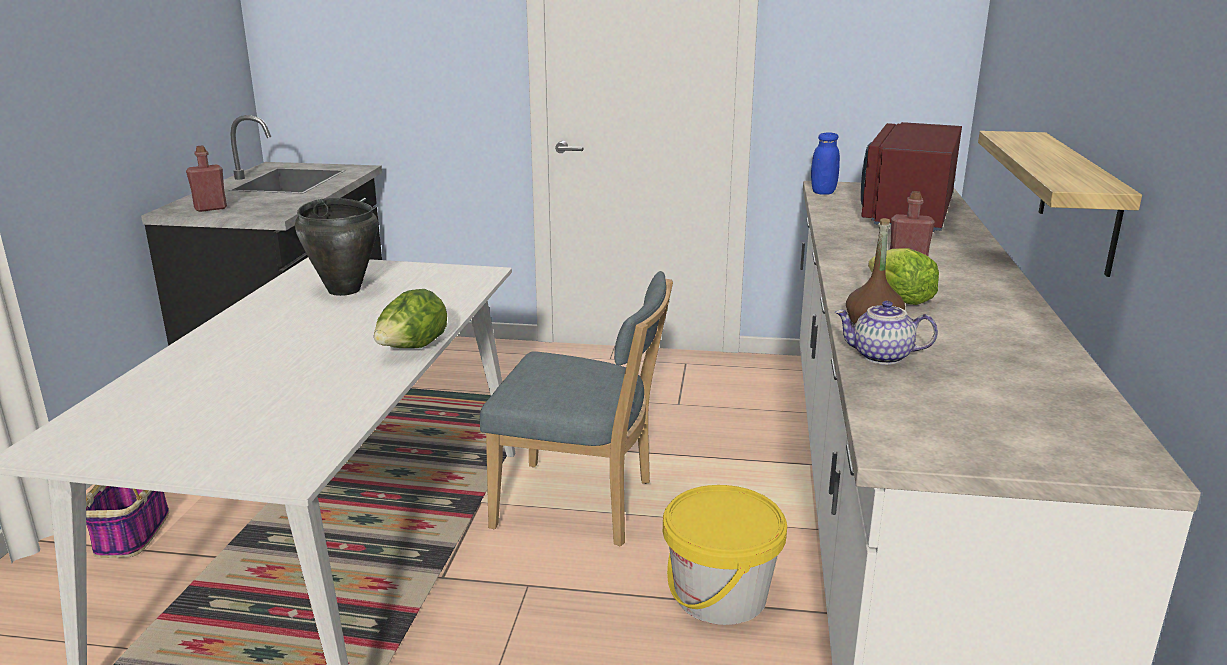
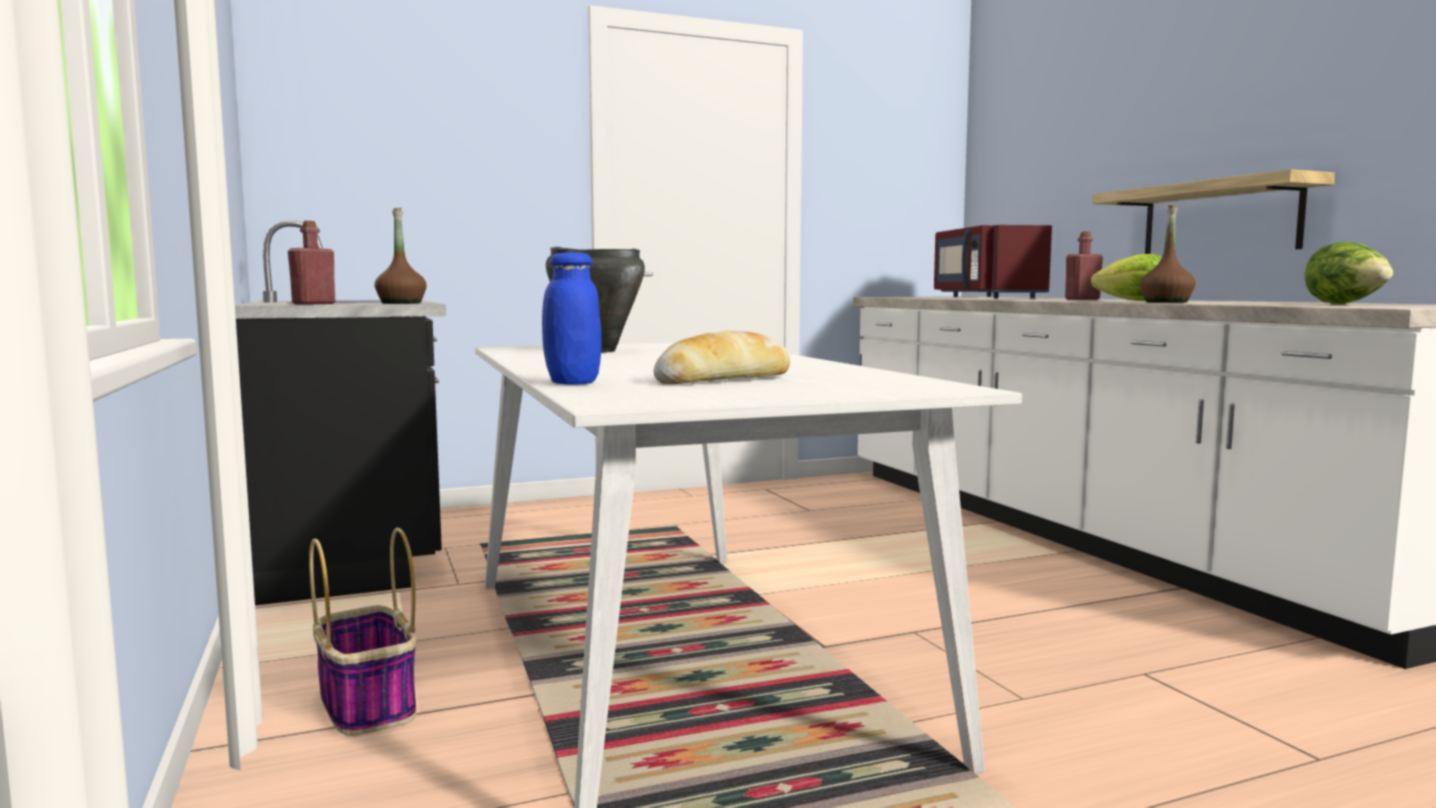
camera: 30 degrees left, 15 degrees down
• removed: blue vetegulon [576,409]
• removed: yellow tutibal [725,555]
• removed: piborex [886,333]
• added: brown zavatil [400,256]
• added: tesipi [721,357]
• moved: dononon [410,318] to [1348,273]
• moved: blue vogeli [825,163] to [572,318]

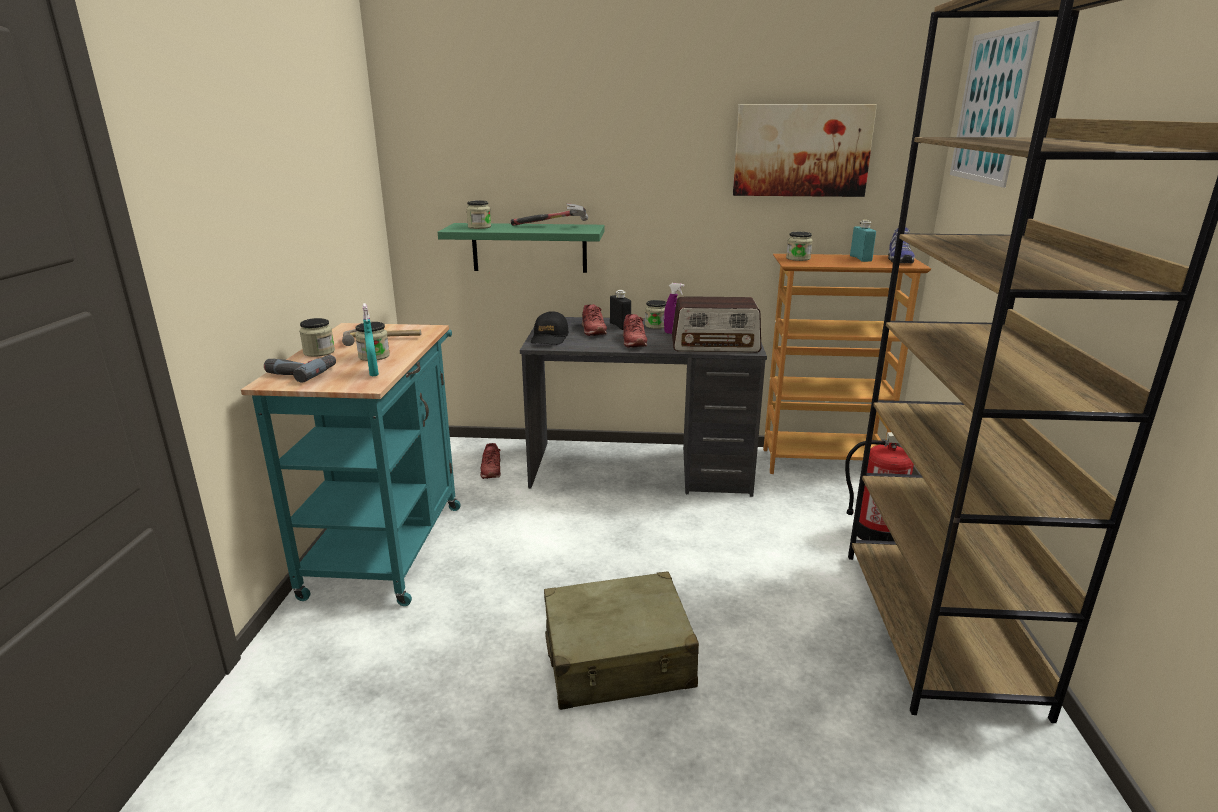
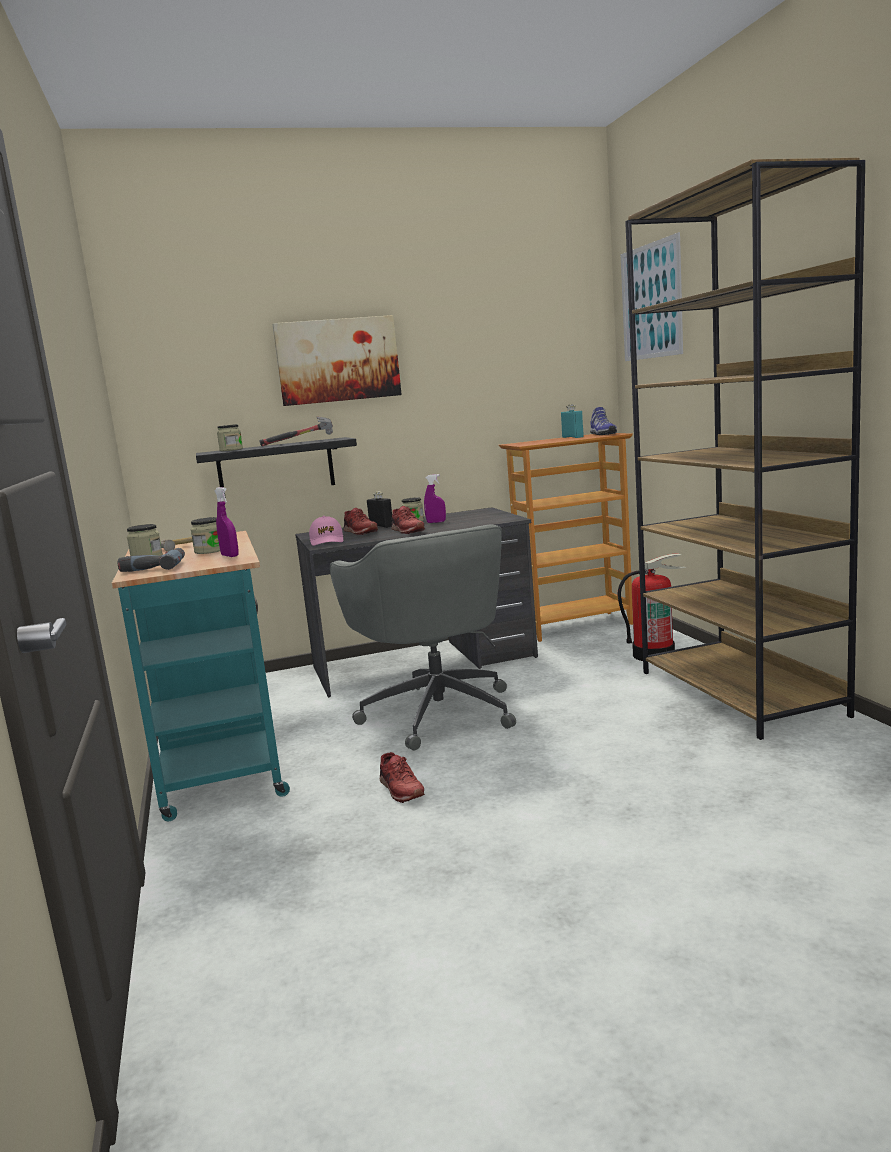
camera: 20 degrees left, 10 degrees down
• removed: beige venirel [621,640]
• removed: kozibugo [716,324]
• removed: vogeli [799,246]
• added: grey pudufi [423,637]
• moved: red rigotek [490,461] to [402,777]
• moved: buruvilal [805,150] to [337,360]
• recoloured: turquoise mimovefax [371,340] to purple mimovefax [227,522]
• recoloured: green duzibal [521,248] to black duzibal [276,467]
• recoloured: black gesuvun [550,328] to pink gesuvun [326,531]

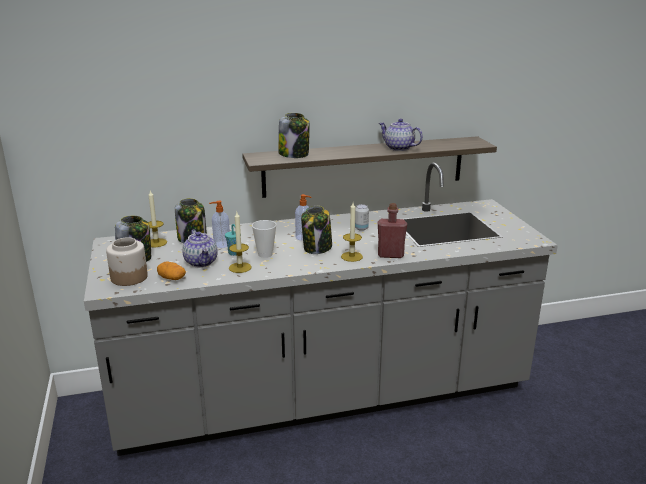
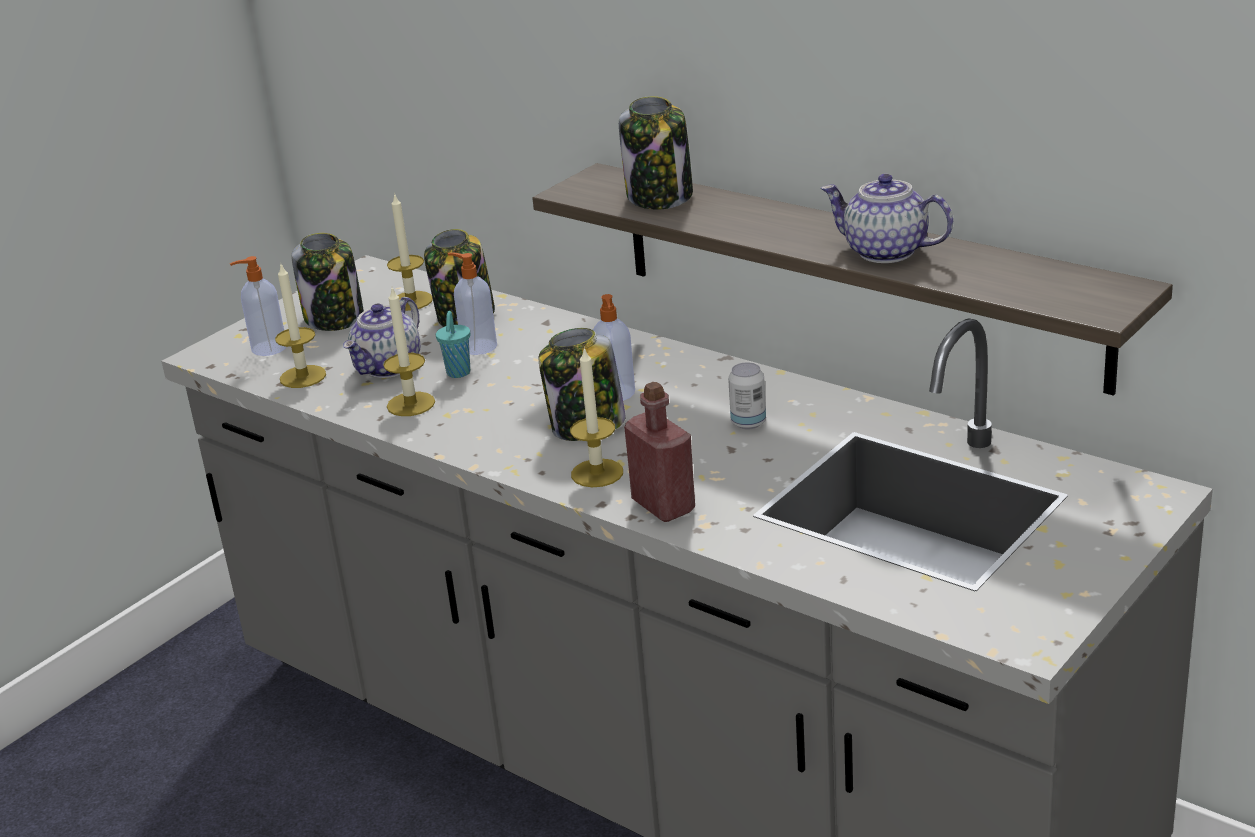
camera: 55 degrees right, 5 degrees up
• removed: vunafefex [264,239]
• replaced: vogeli [127,261] to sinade [258,306]
• replaced: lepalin [171,271] to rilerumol [300,325]
• turned: piborex [401,135] = [887,218] 60 degrees counterclockwise

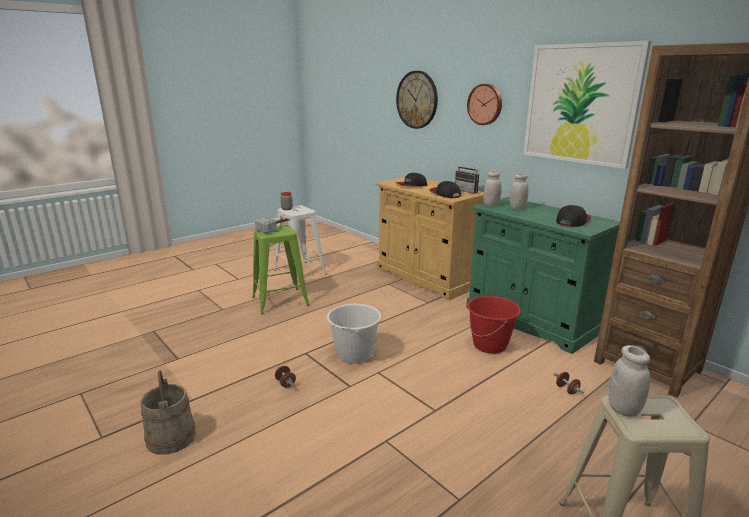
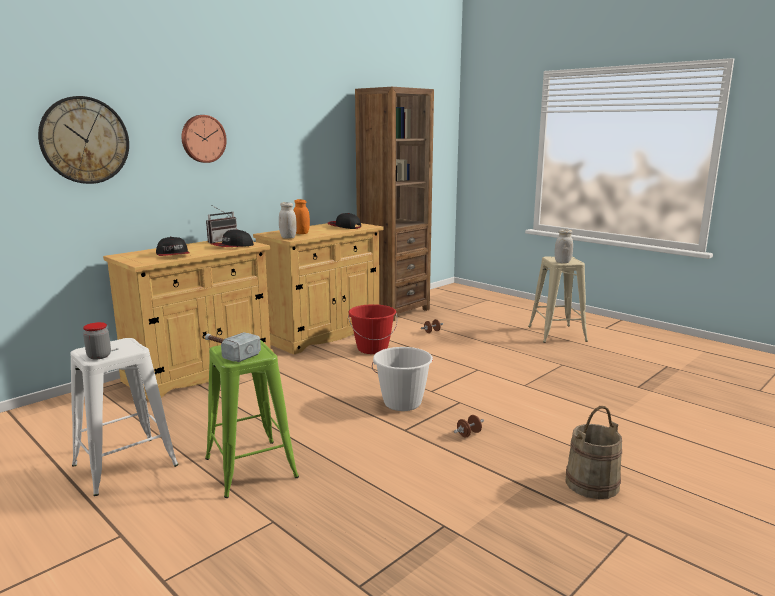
camera: 95 degrees left, 5 degrees down
• removed: buruvilal [587,105]
• recoloured: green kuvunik [543,275] to beige kuvunik [318,288]
• recoloured: white vogeli [519,192] to orange vogeli [301,216]

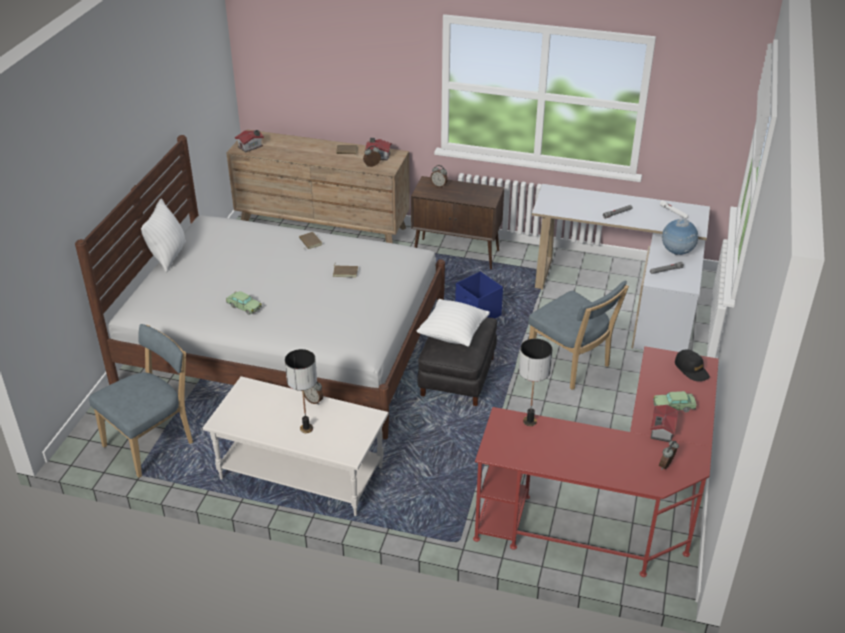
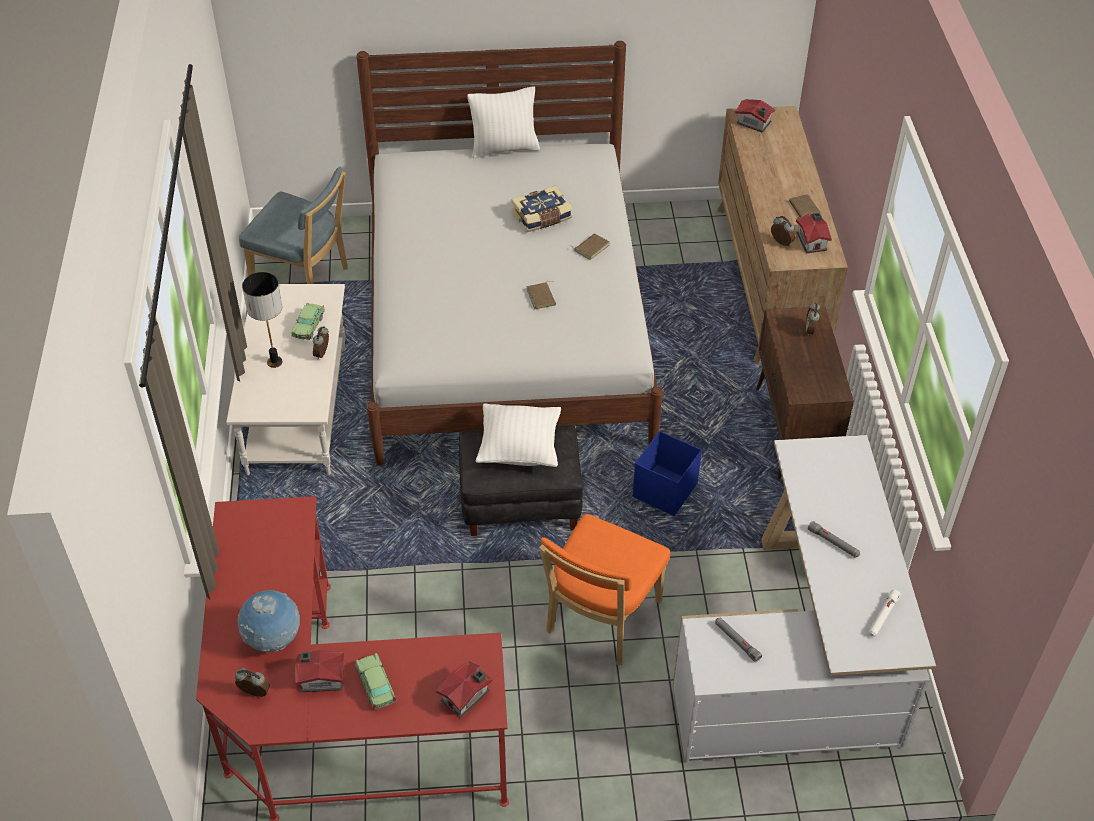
camera: 70 degrees right, 10 degrees up
• removed: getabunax [535,382]
• added: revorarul [541,209]
• moved: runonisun [244,303] to [308,321]
• moved: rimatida [680,236] to [269,621]
• replaced: black gesuvun [692,365] to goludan [464,689]
• recoloured: blue vetegulon [578,335] to orange vetegulon [604,589]

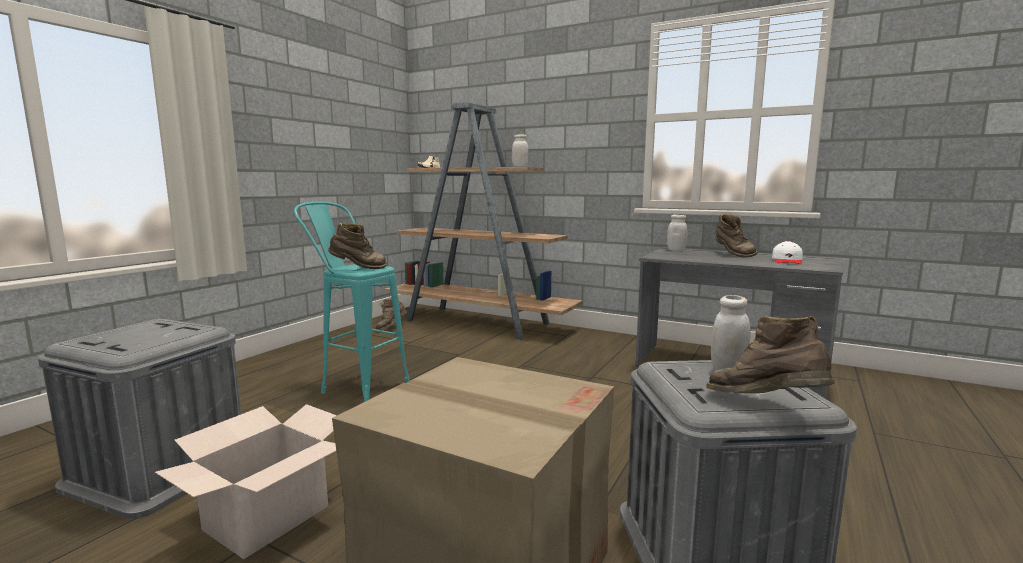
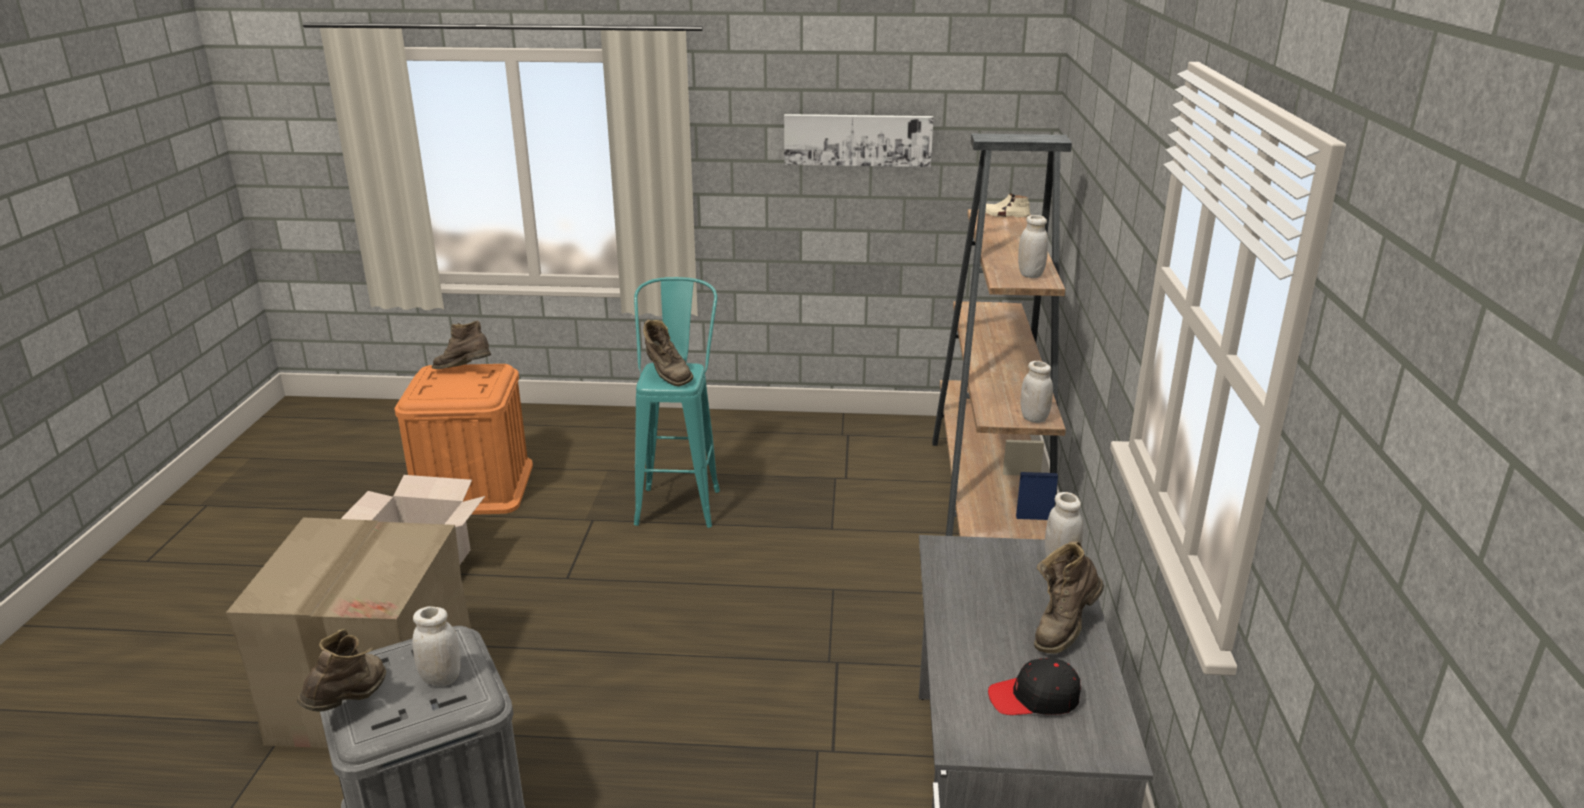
camera: 65 degrees right, 15 degrees up
• added: buruvilal [859,140]
• added: white vogeli [1036,392]
• moved: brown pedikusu [391,313] to [461,345]
• recoloured: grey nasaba [139,419] to orange nasaba [463,439]
• recoloured: white gesuvun [787,252] to black gesuvun [1034,686]

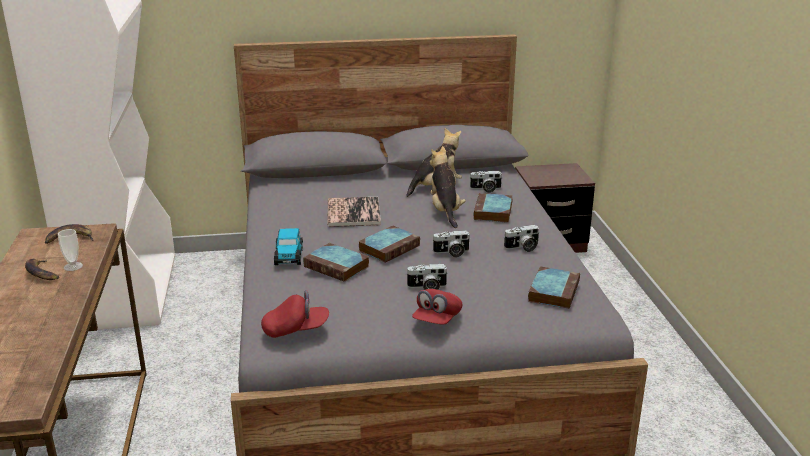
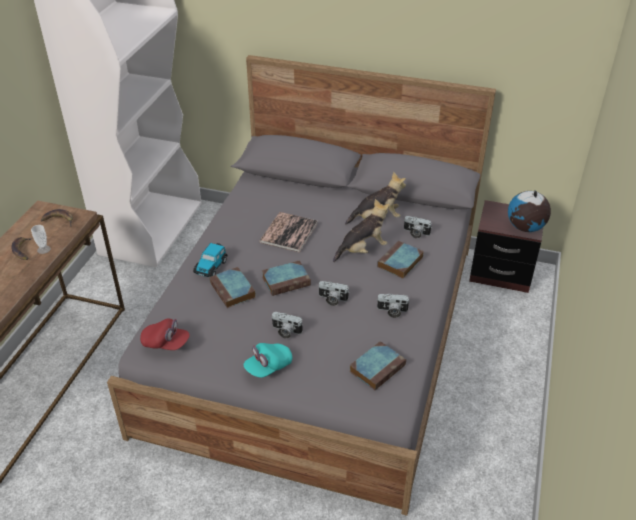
camera: 25 degrees right, 15 degrees up
• added: rimatida [529,211]
• recoloured: red gesuvun [437,306] to turquoise gesuvun [268,360]
• turned: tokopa [448,187] = [361,230] 45 degrees clockwise

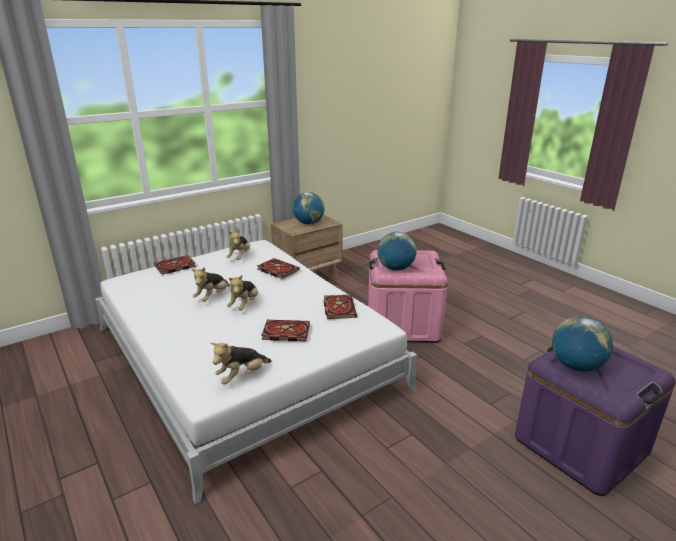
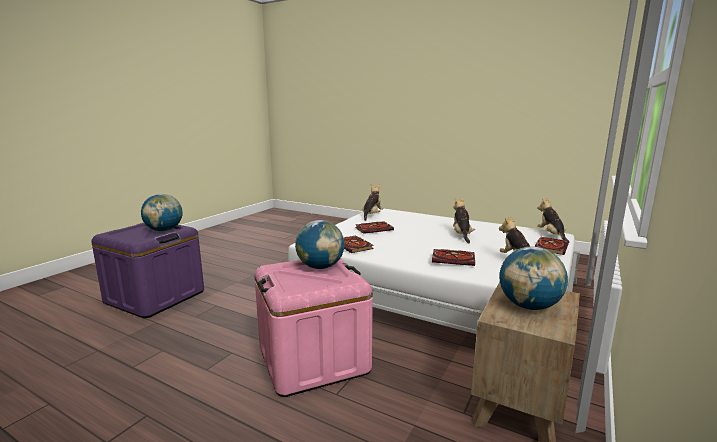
camera: 155 degrees right, 10 degrees down
• moved: tokopa [242,293] to [553,219]

